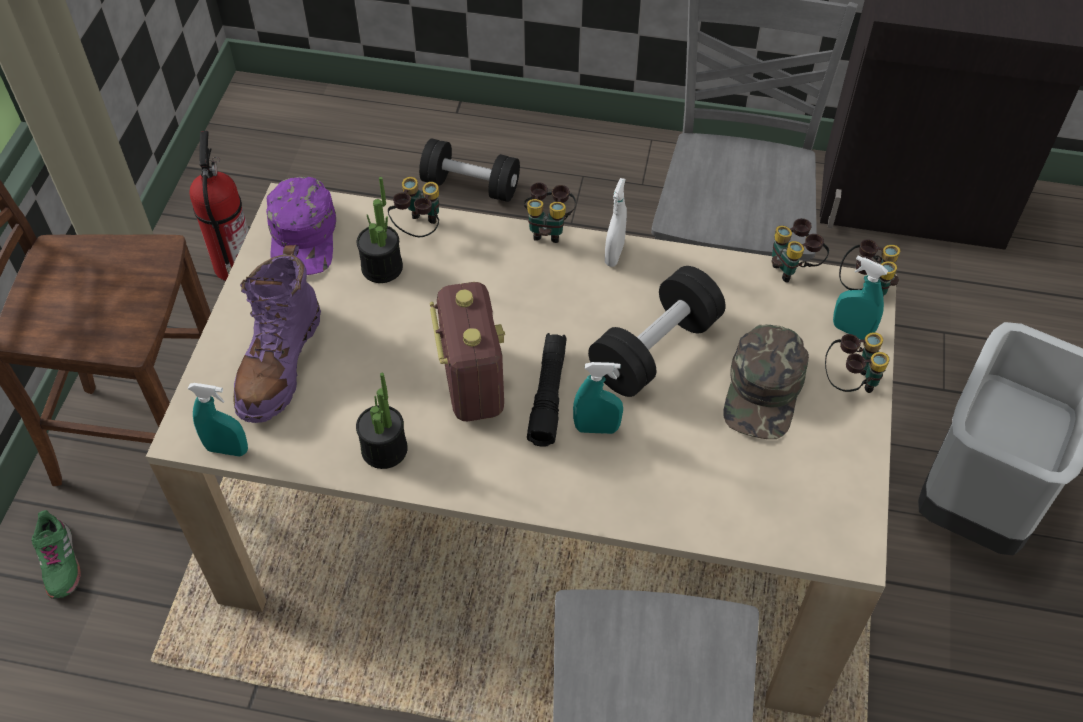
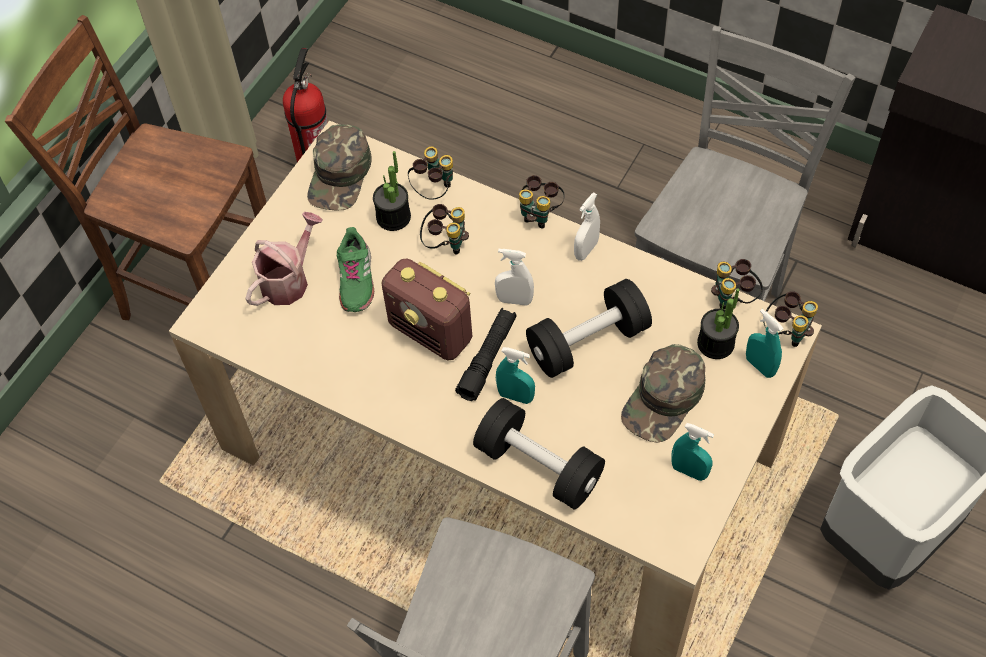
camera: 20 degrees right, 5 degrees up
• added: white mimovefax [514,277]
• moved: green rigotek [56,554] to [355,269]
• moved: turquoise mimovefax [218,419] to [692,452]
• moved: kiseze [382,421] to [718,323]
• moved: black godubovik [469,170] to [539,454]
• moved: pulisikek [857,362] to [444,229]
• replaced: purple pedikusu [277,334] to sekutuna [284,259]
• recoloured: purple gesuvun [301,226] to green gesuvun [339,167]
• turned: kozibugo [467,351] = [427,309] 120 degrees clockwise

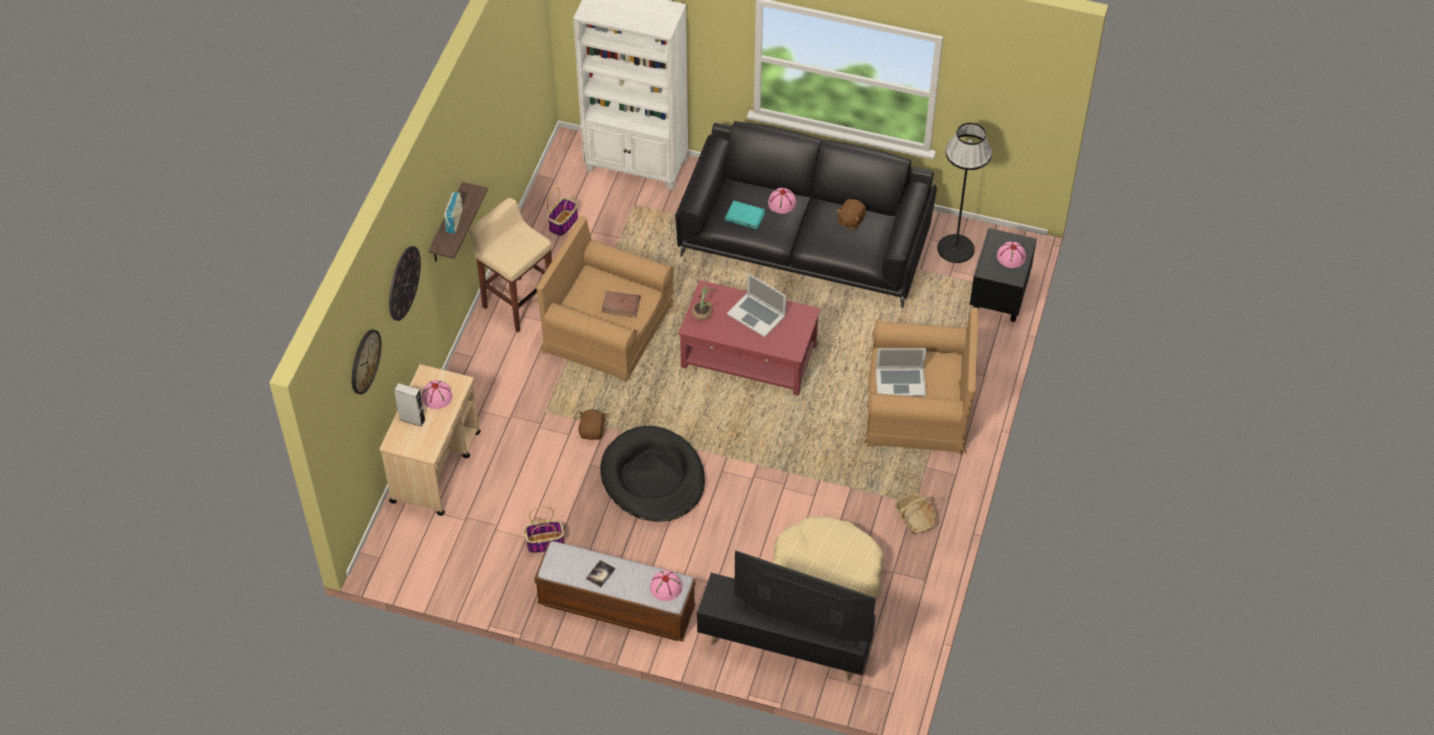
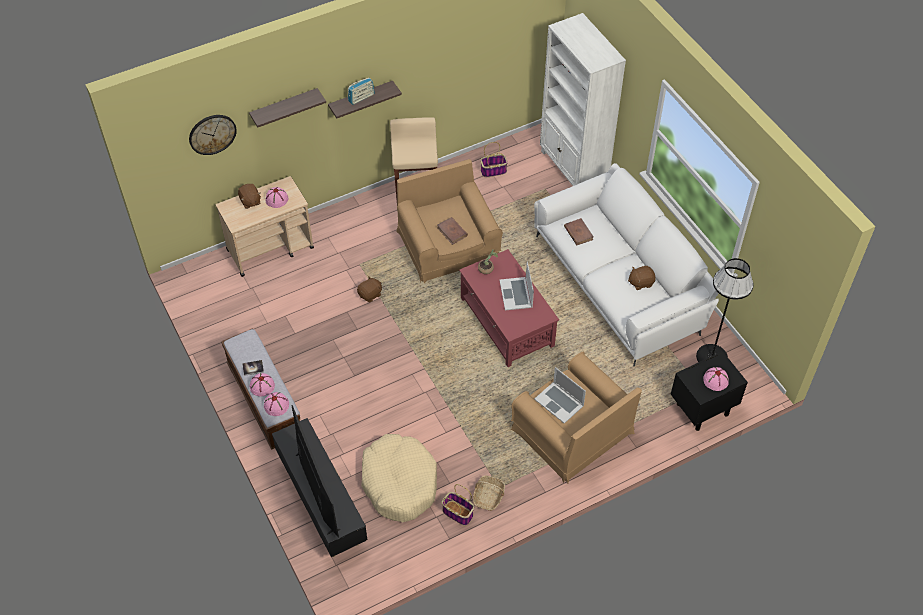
camera: 45 degrees right, 0 degrees up
• removed: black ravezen [652,474]
• moved: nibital [544,529] to [458,505]
• moved: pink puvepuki [782,201] to [262,385]
• replaced: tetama [405,283] to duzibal [287,108]
• replaced: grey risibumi [409,405] to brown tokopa [249,196]
• recoloured: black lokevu [806,214] to white lokevu [626,265]
• recoloured: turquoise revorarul [745,215] to brown revorarul [579,231]

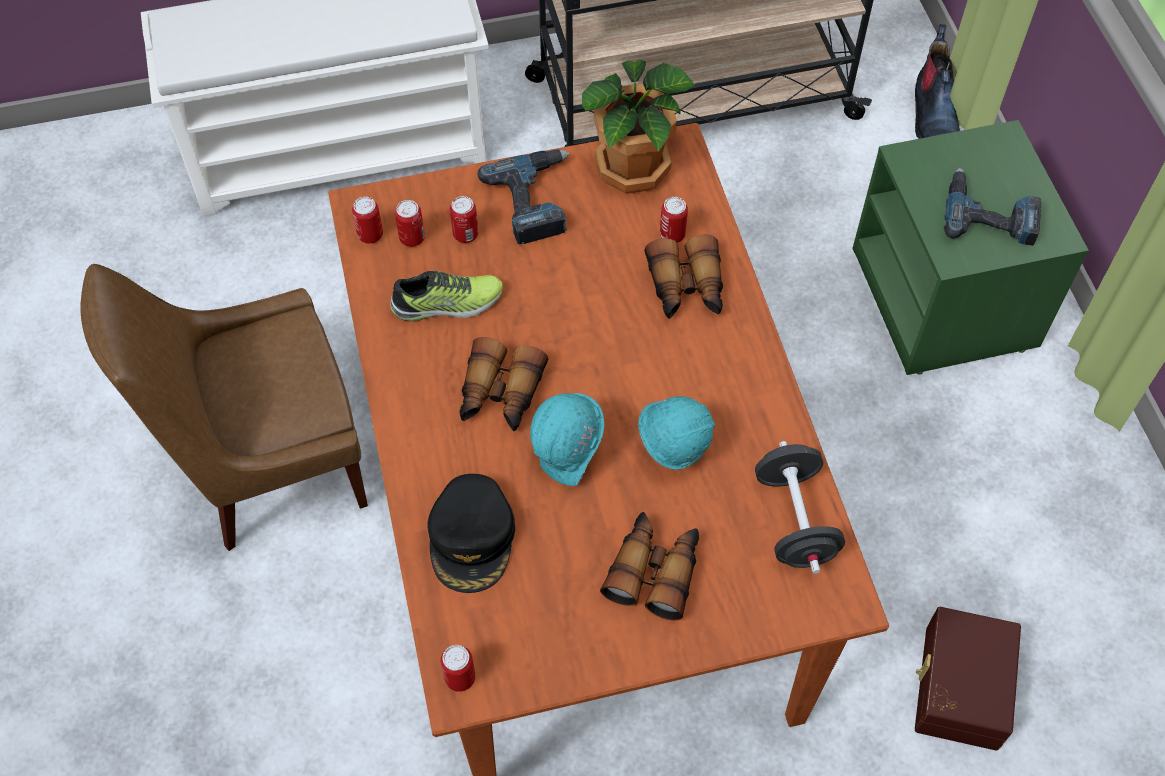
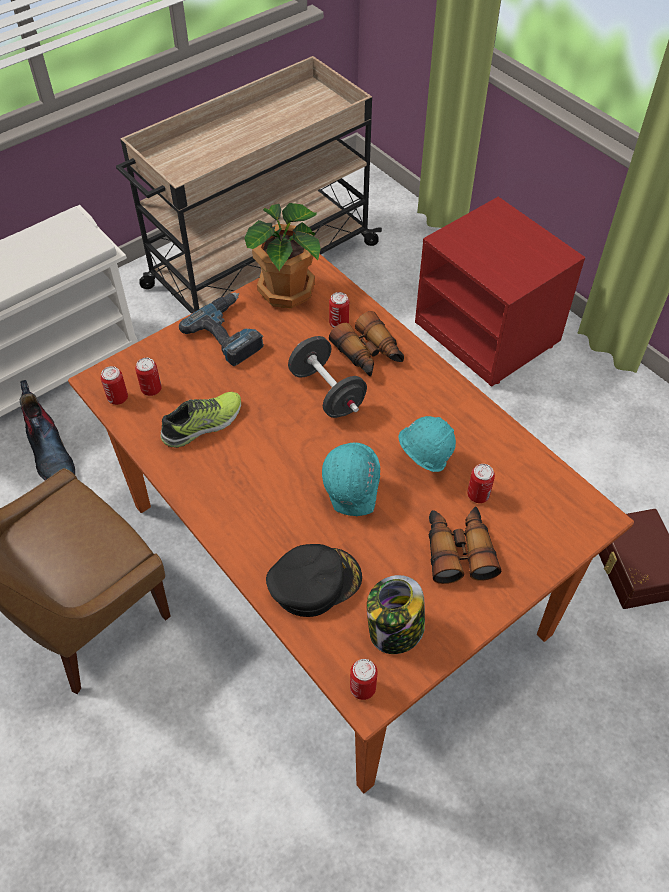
camera: 25 degrees left, 5 degrees down
• removed: pulisikek [503,384]
• removed: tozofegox [992,207]
• added: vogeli [396,614]
• moved: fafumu [464,219] to [481,483]
• moved: black godubovik [800,507] to [327,377]
• moved: pedikusu [937,81] to [47,430]
• recoloured: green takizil [970,247] to red takizil [500,292]
• turned: black gesuvun [471,533] = [314,580] 90 degrees counterclockwise

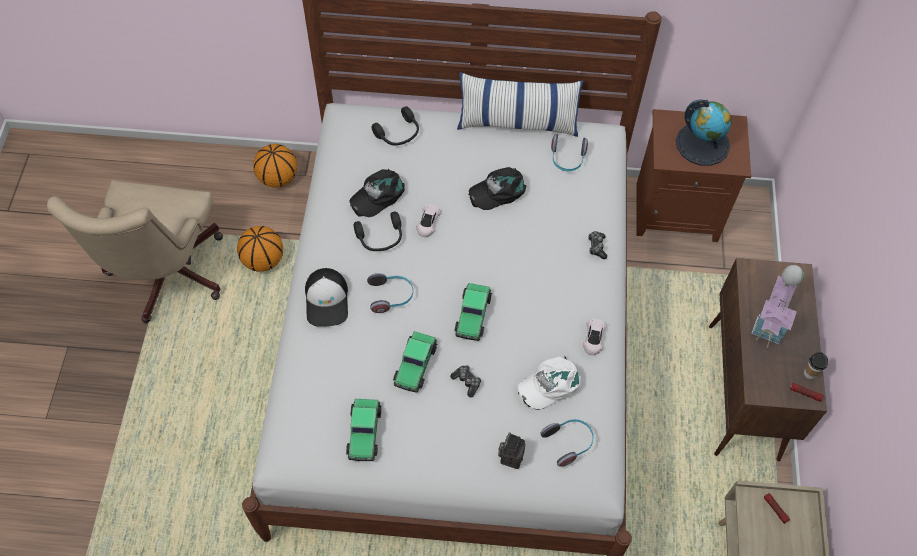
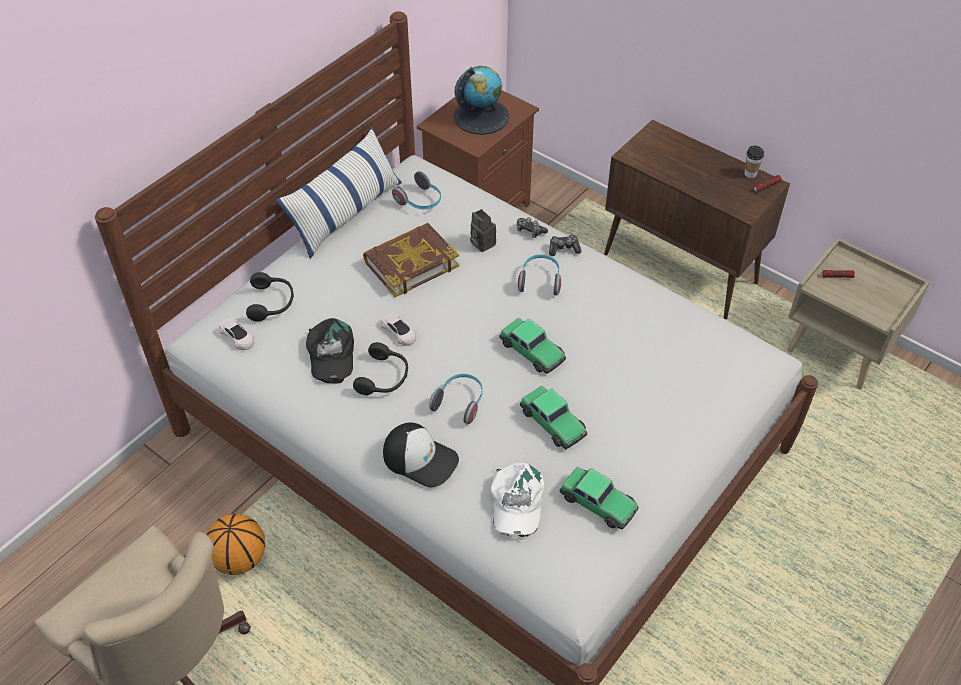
camera: 55 degrees left, 10 degrees down
• removed: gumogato [275,166]
• removed: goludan [778,306]
• moved: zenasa [465,381] to [565,245]
• moved: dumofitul [511,450] to [483,230]
• moved: white gesuvun [549,382] to [517,501]
• moved: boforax [567,443] to [539,275]
• moved: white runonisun [594,337] to [236,333]
• replaced: black gesuvun [497,188] to revorarul [411,260]

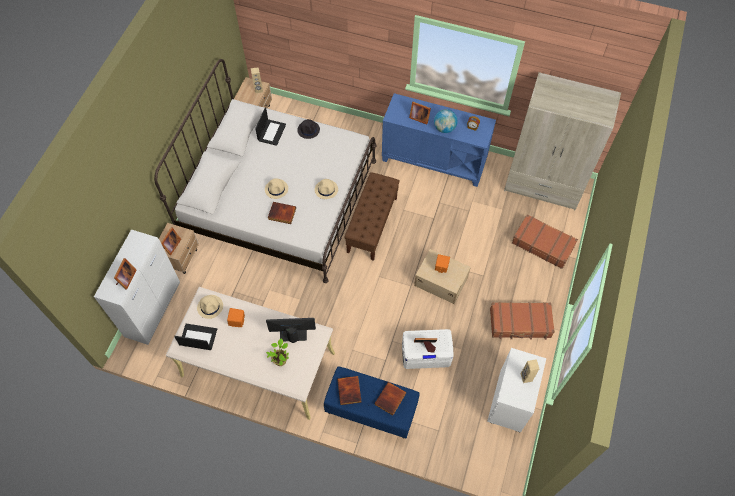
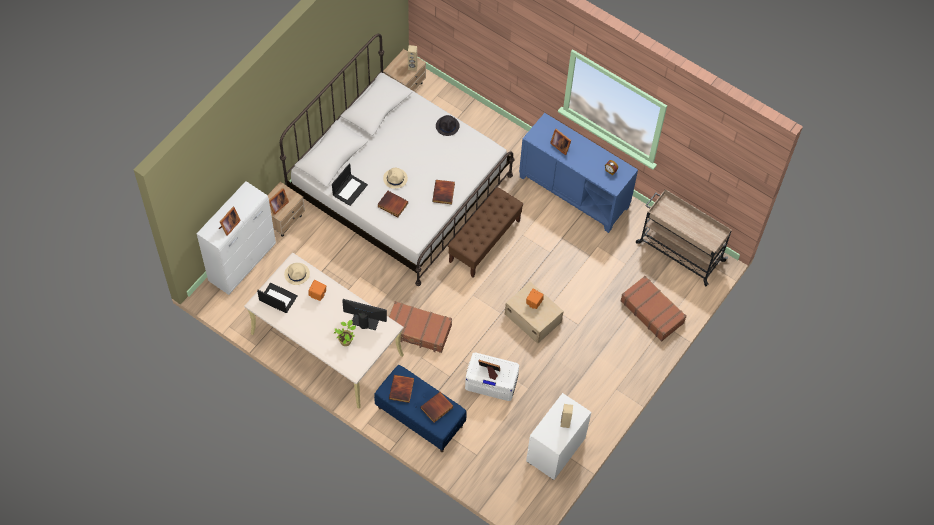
camera: 15 degrees right, 0 degrees up
• removed: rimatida [446,121]
• moved: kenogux [270,126] to [350,184]
• moved: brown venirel [522,321] to [420,327]
• replaced: beige puvepuki [326,189] to revorarul [443,192]
• replaced: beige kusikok [562,141] to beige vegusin [684,237]

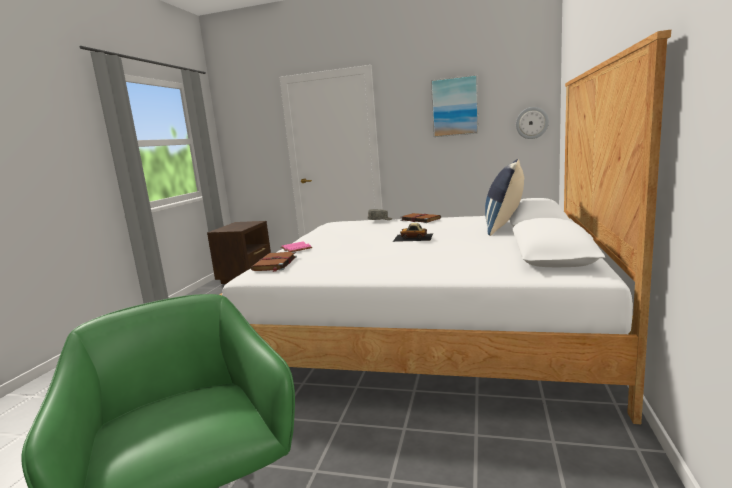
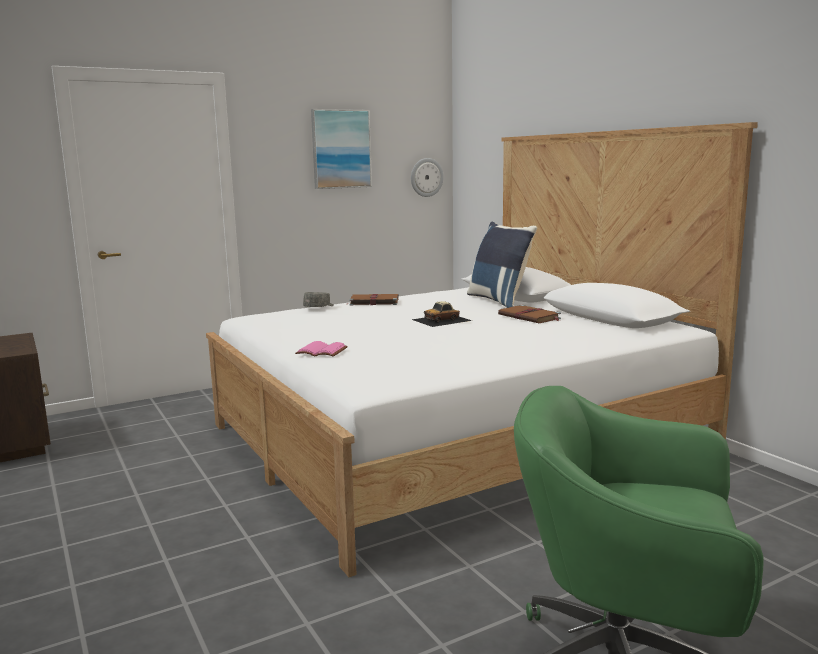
camera: 45 degrees left, 0 degrees up
• moved: brown revorarul [274,261] to [529,314]

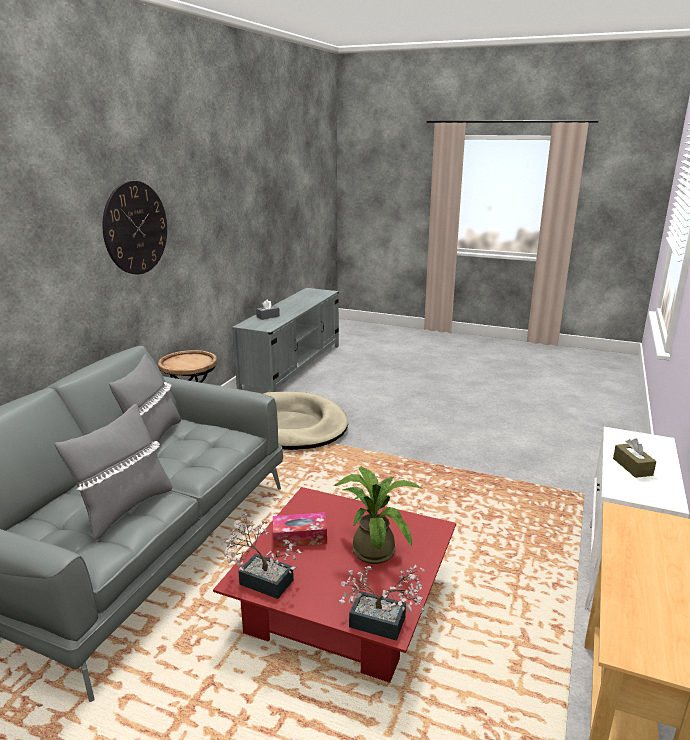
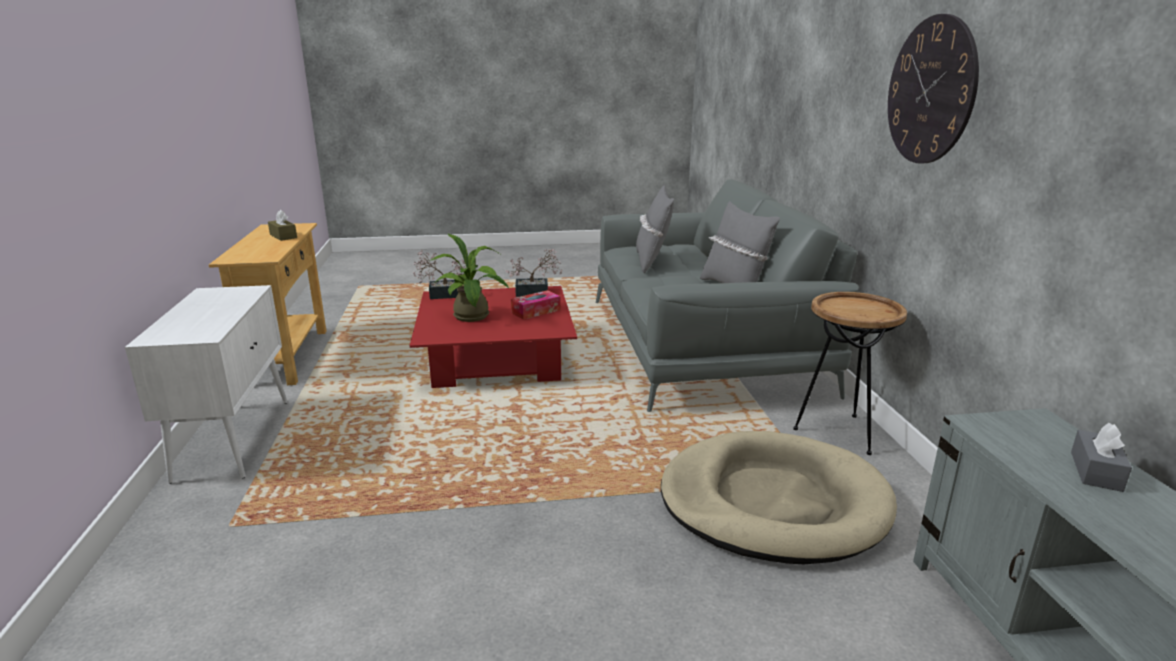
camera: 150 degrees right, 0 degrees up
• moved: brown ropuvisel [634,458] to [282,225]

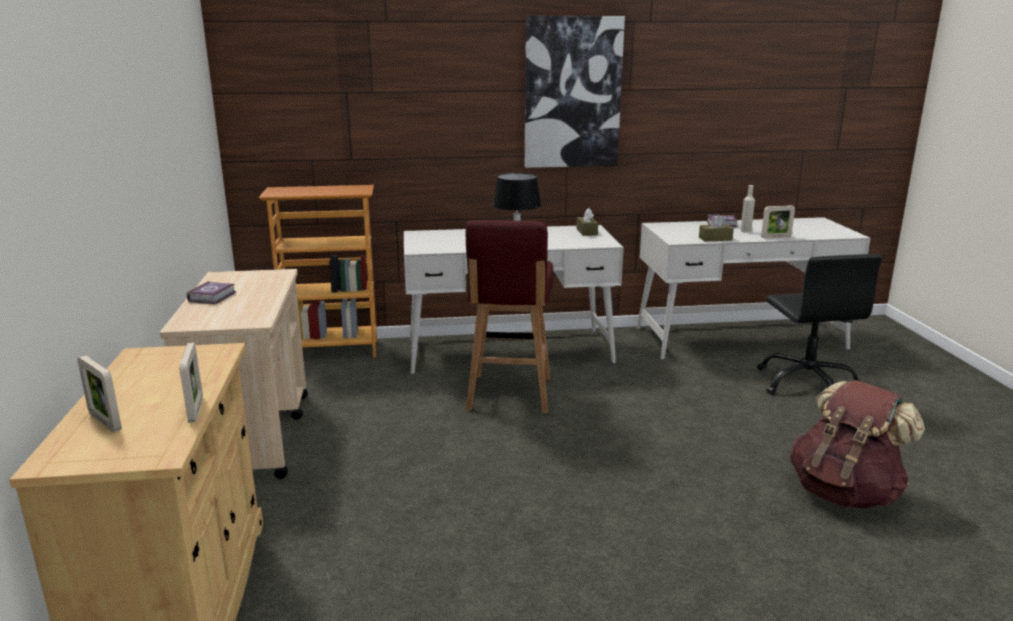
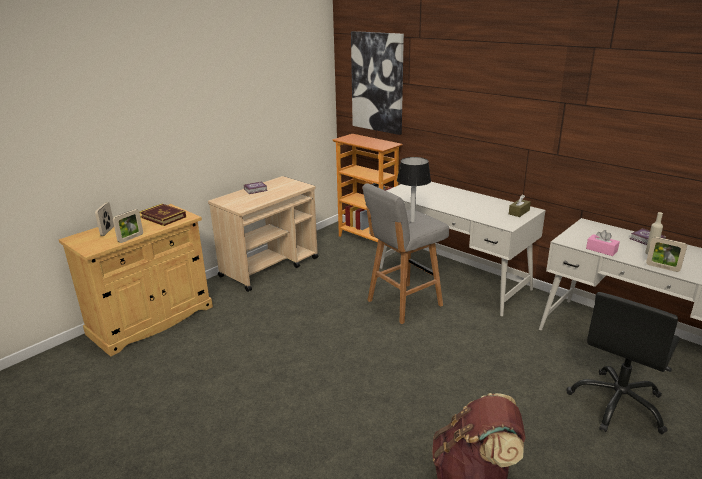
camera: 50 degrees right, 5 degrees up
• added: revorarul [162,215]
• moved: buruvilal [575,92] to [377,83]
• recoloured: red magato [509,316] to grey magato [405,253]
• recoloured: brown ropuvisel [716,228] to pink ropuvisel [603,243]

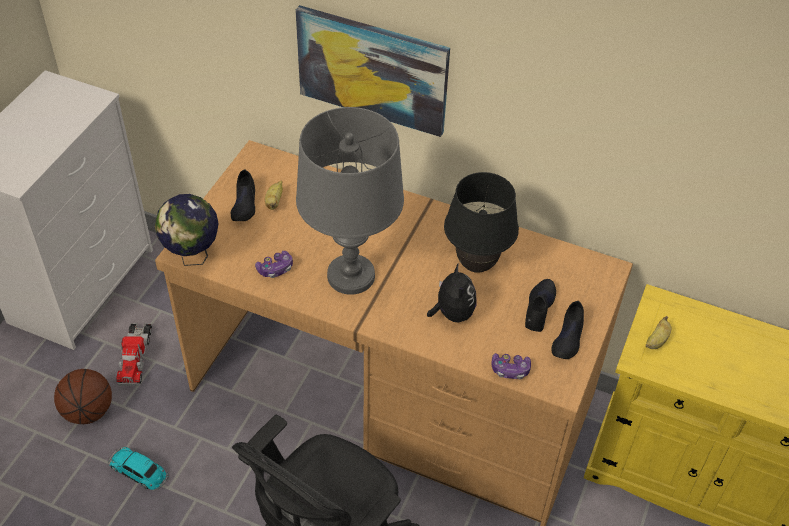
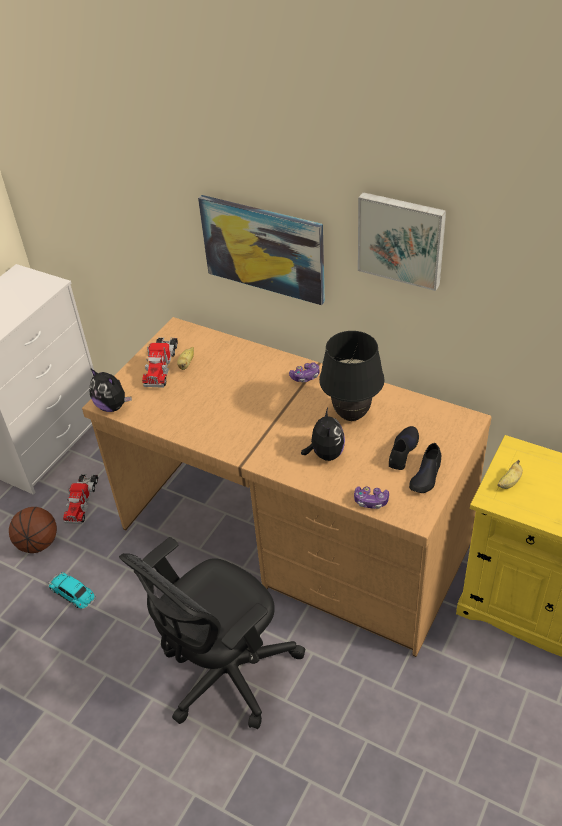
camera: 10 degrees right, 5 degrees down
• removed: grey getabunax [350,201]
• added: buruvilal [402,241]
• moved: zenasa [274,264] to [304,372]
• replaced: rimatida [187,230] to tokopa [110,390]
• replaced: black rigotek [243,195] to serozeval [160,362]

